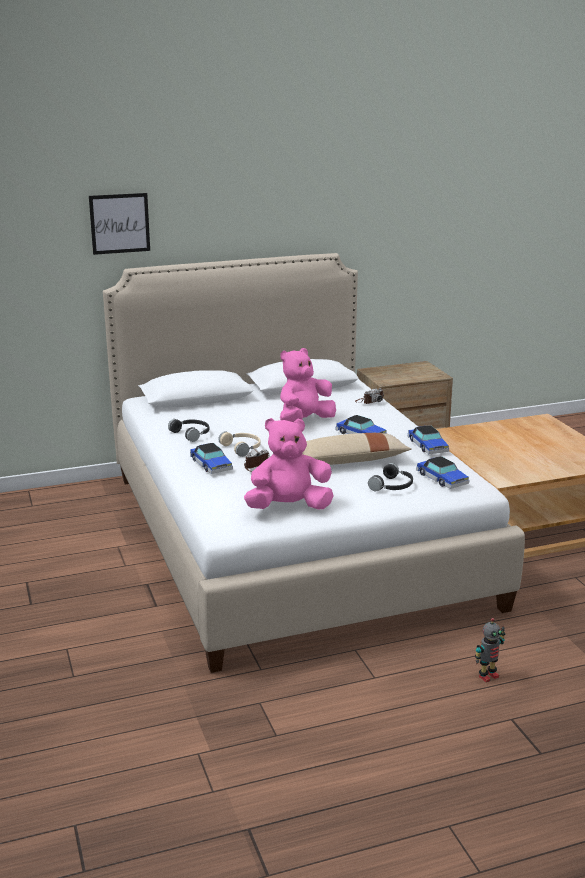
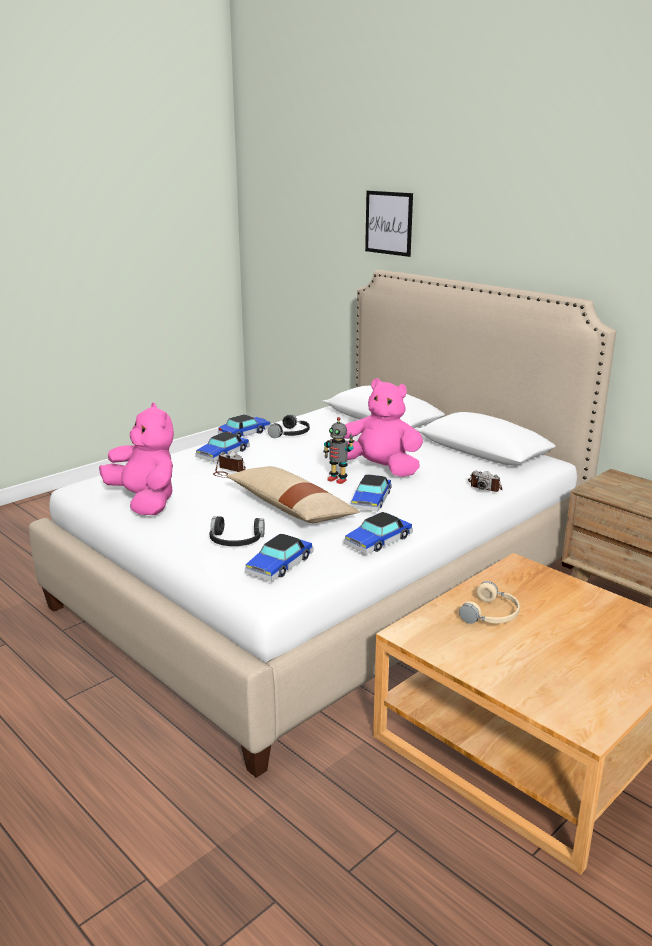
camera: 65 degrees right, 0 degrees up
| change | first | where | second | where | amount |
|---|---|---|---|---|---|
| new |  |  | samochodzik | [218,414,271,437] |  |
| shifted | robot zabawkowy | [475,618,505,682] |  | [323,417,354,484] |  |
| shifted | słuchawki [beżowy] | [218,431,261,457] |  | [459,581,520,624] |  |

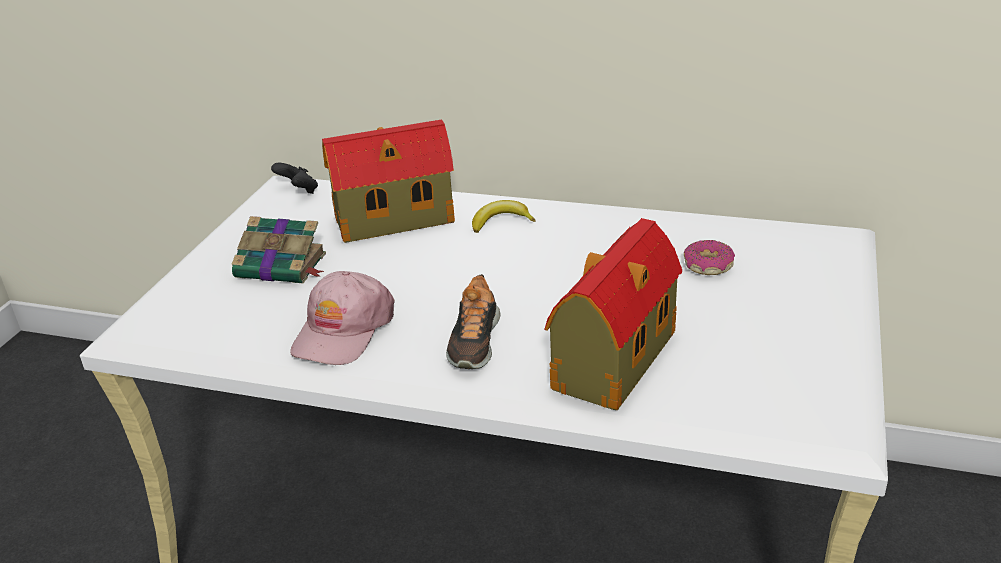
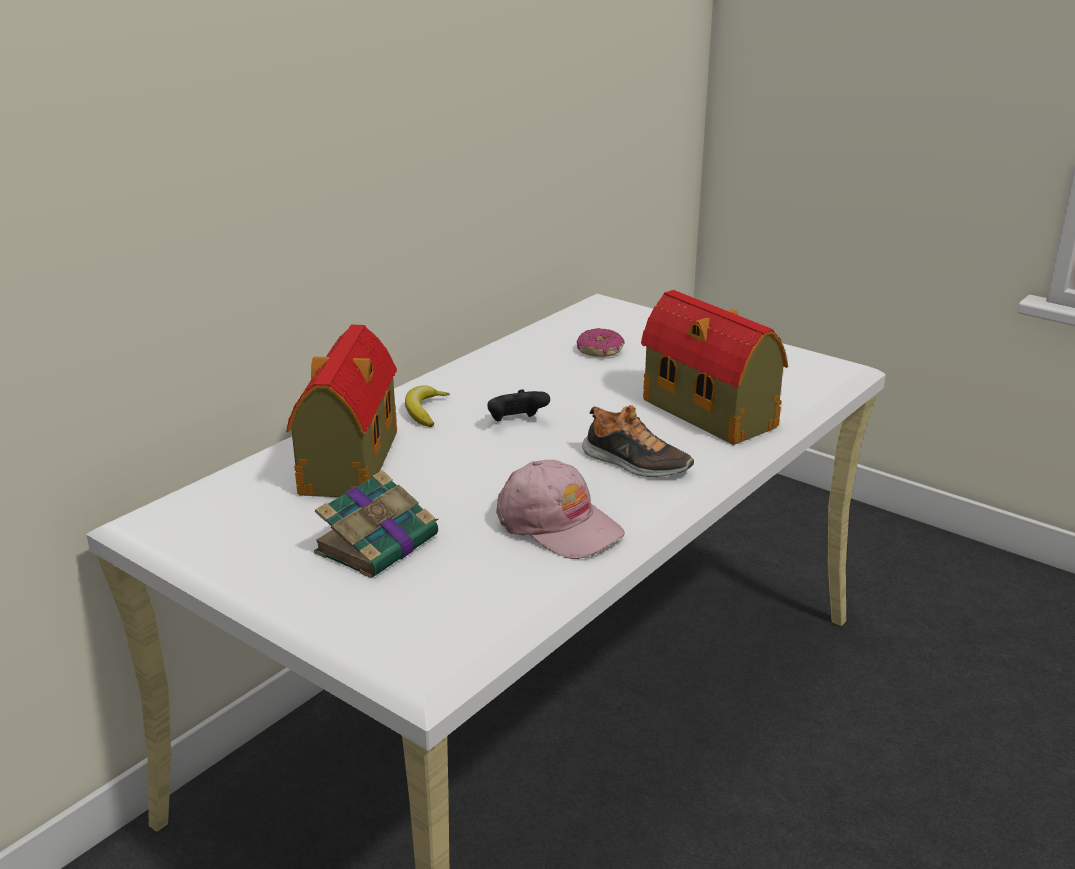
camera: 70 degrees left, 5 degrees down
| change | first | where | second | where | amount |
|---|---|---|---|---|---|
| shifted | pad do gier [czarny] | [271,163,318,194] |  | [487,389,550,421] |  |

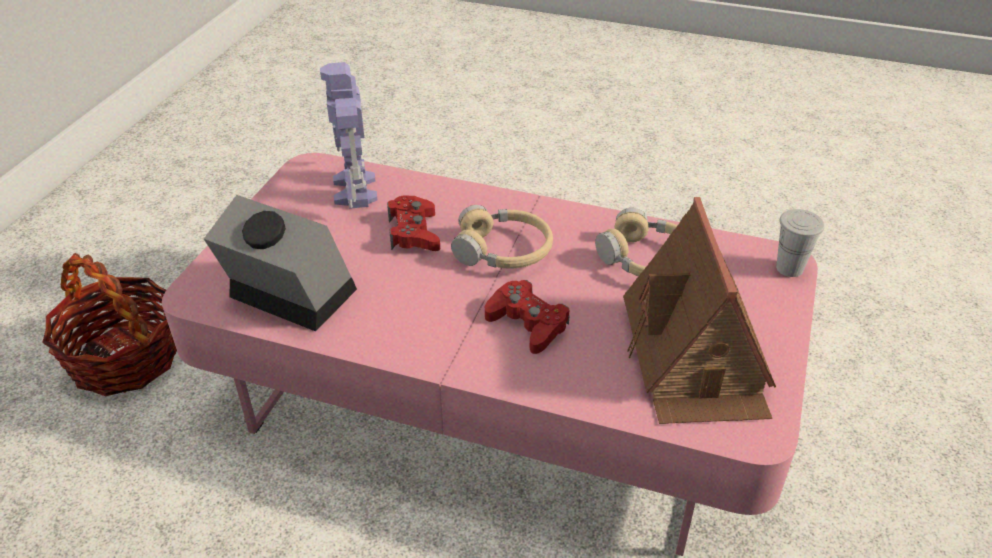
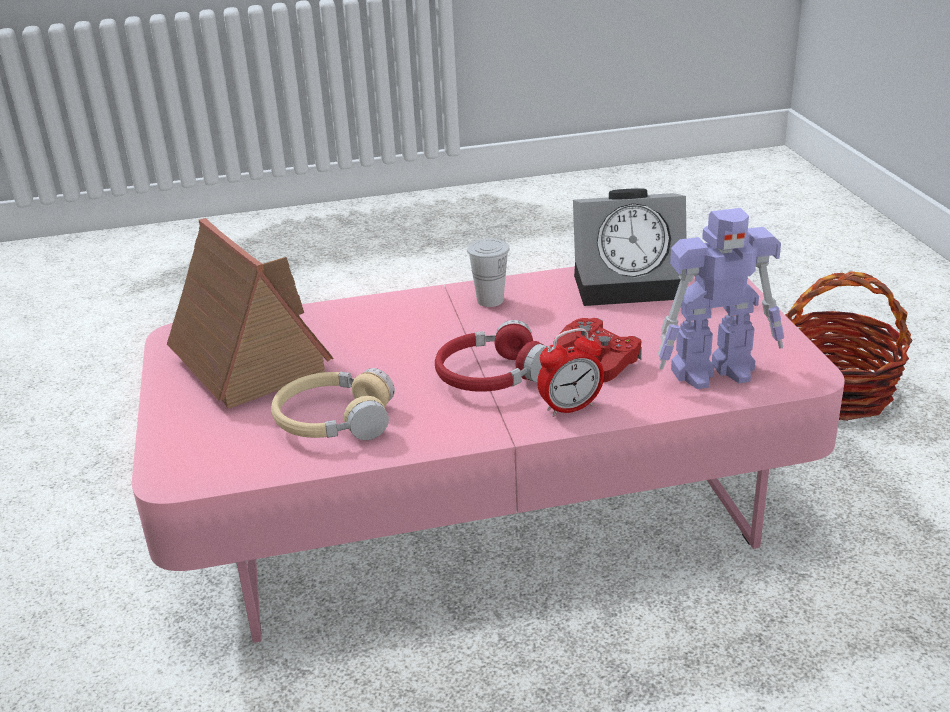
camera: 150 degrees right, 10 degrees down
| change | first | where | second | where | amount |
|---|---|---|---|---|---|
| repainted | słuchawki [beżowy] | [451,205,553,269] | słuchawki [czerwony] | [435,320,547,392] |  |
| shifted | filiżanka [biały] | [776,209,825,277] |  | [467,239,510,307] |  |
| new |  |  | budzik | [537,328,604,417] |  |
| rotated | robot zabawkowy | [320,62,377,209] |  | [658,208,784,389] | 120 degrees clockwise |
| gone | pad do gier [czerwony] | [485,280,570,354] |  |  |  |

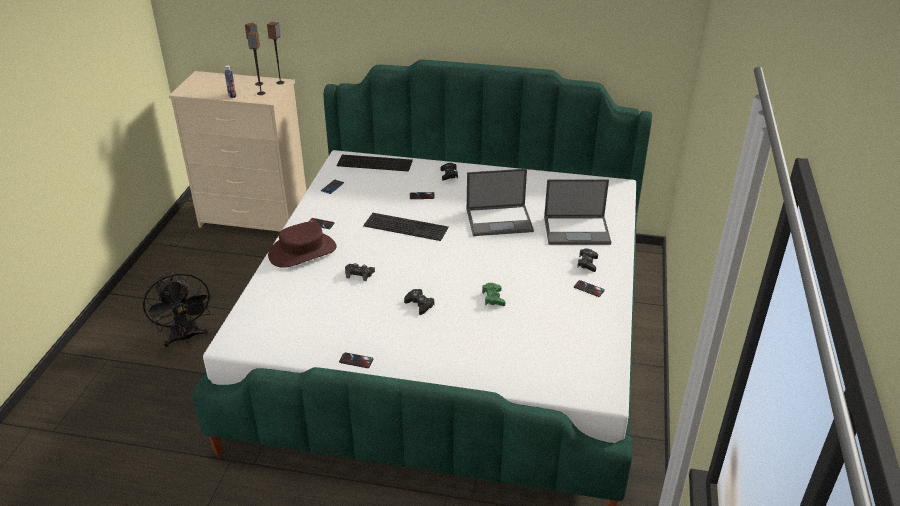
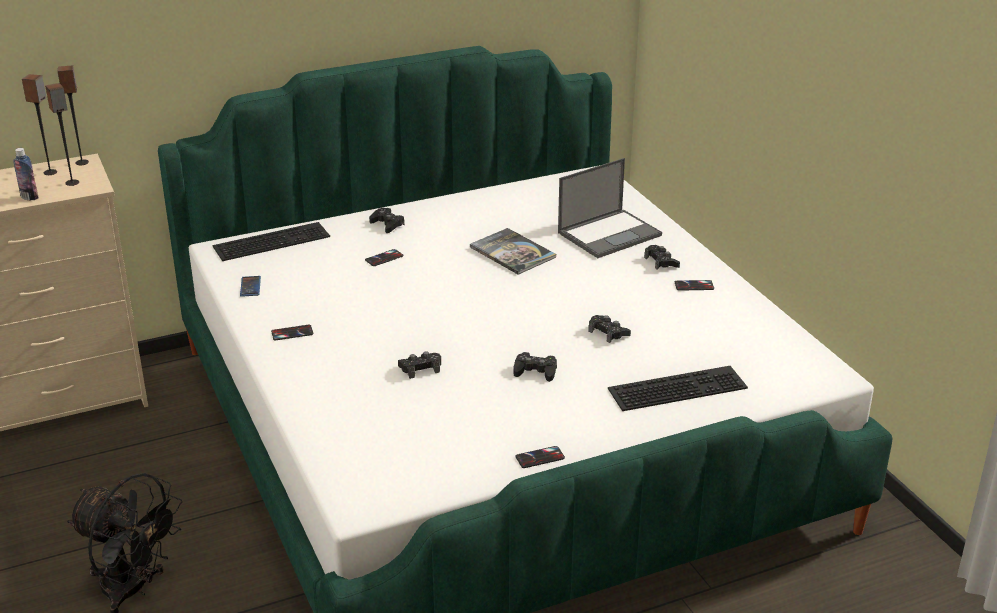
camera: 35 degrees left, 5 degrees down
| change | first | where | second | where | amount |
|---|---|---|---|---|---|
| swapped | laptop | [467,169,534,236] | książka | [470,228,556,275] |  |
| repainted | pad do gier [zielony] | [482,283,505,306] | pad do gier [czarny] | [588,315,631,343] |  |
| shifted | klawiatura | [363,213,449,241] |  | [608,366,748,411] |  |
| gone | kapelusz [brązowy] | [268,222,337,268] |  |  |  |

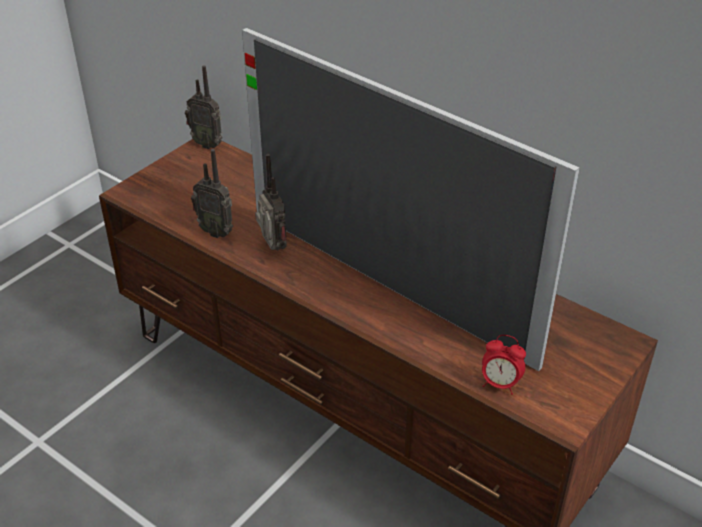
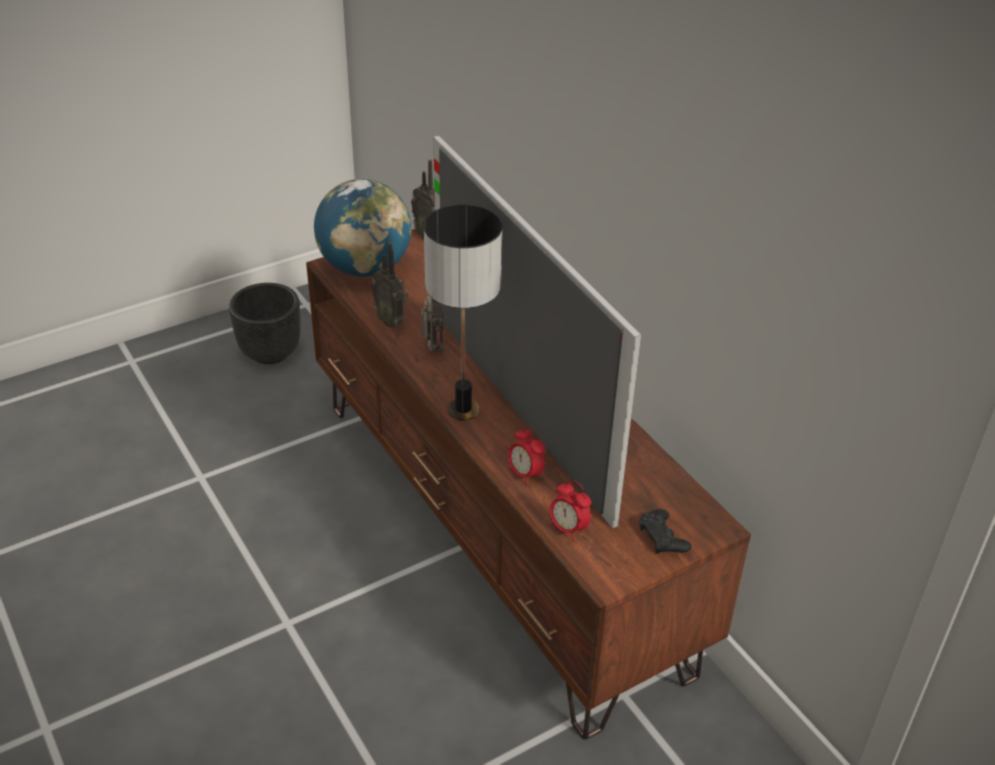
camera: 20 degrees right, 0 degrees up
| change | first | where | second | where | amount |
|---|---|---|---|---|---|
| new |  |  | donica [czarny] | [229,283,301,364] |  |
| new |  |  | globus | [314,179,411,277] |  |
| new |  |  | lampa stołowa | [424,205,502,421] |  |
| new |  |  | budzik | [508,427,545,486] |  |
| new |  |  | pad do gier [czarny] | [639,509,691,554] |  |

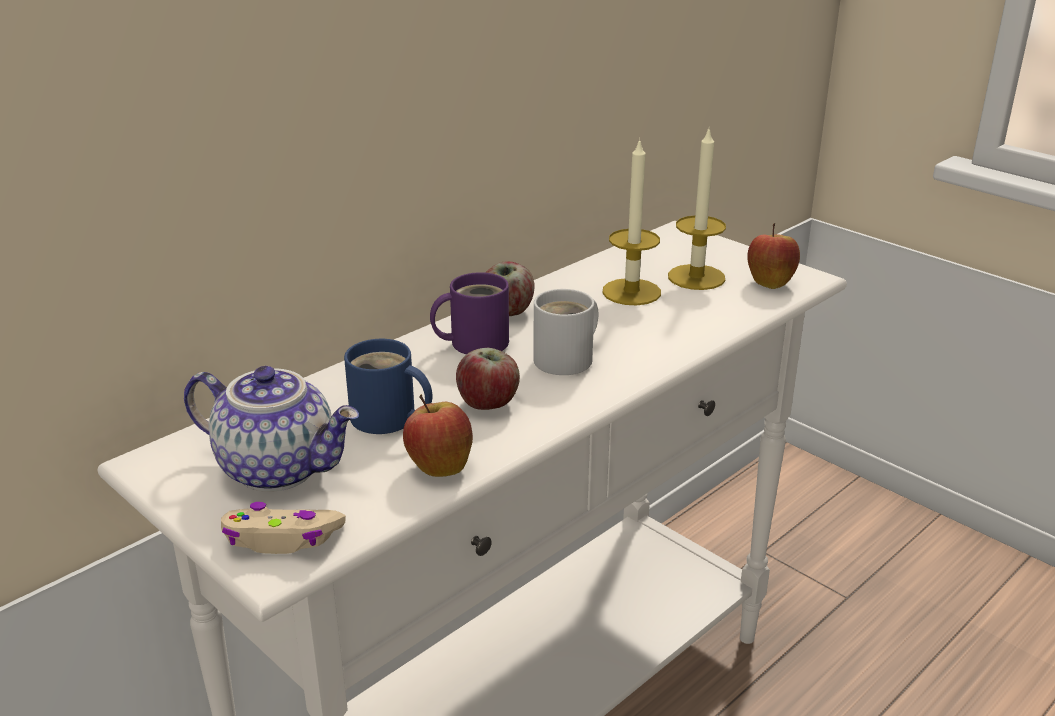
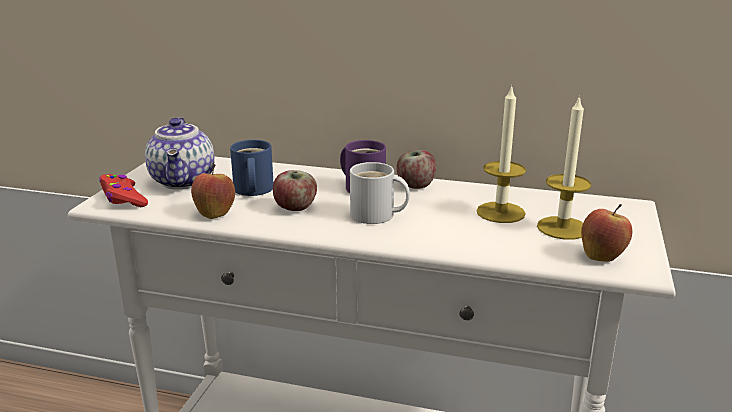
camera: 60 degrees right, 5 degrees down
| change | first | where | second | where | amount |
|---|---|---|---|---|---|
| repainted | pad do gier [beżowy] | [221,502,346,554] | pad do gier [czerwony] | [100,174,148,207] |  |

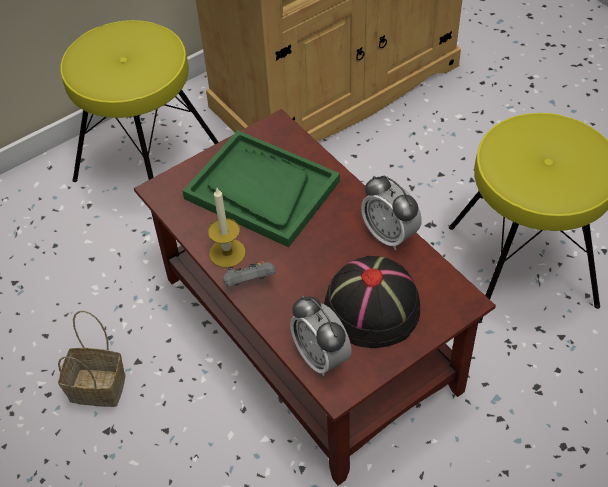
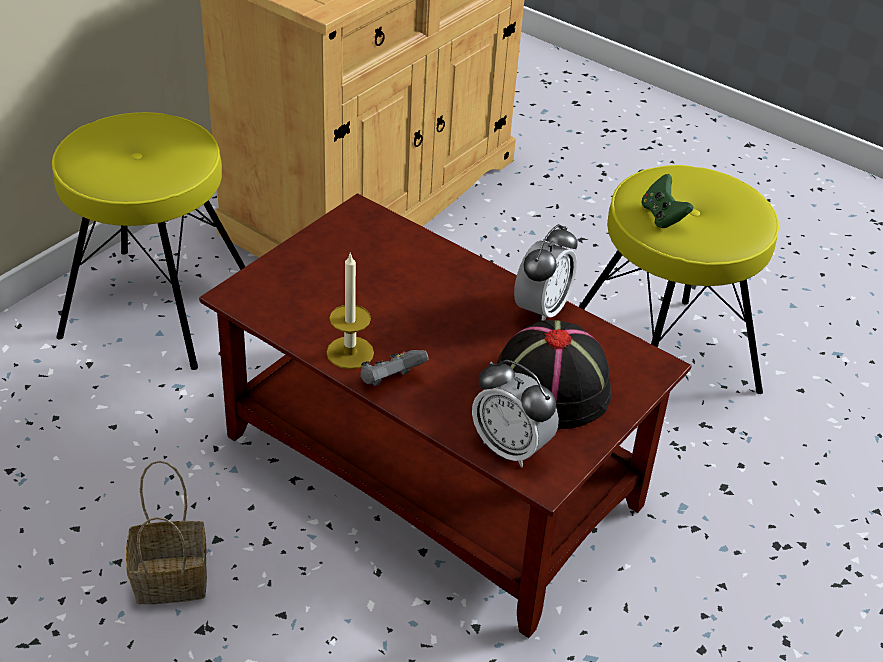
camera: 20 degrees left, 10 degrees down
| change | first | where | second | where | amount |
|---|---|---|---|---|---|
| rotated | budzik | [361,176,422,250] |  | [514,224,578,321] | 90 degrees counterclockwise |
| new |  |  | pad do gier [zielony] | [641,174,693,228] |  |
| gone | taca [zielony] | [182,130,340,247] |  |  |  |

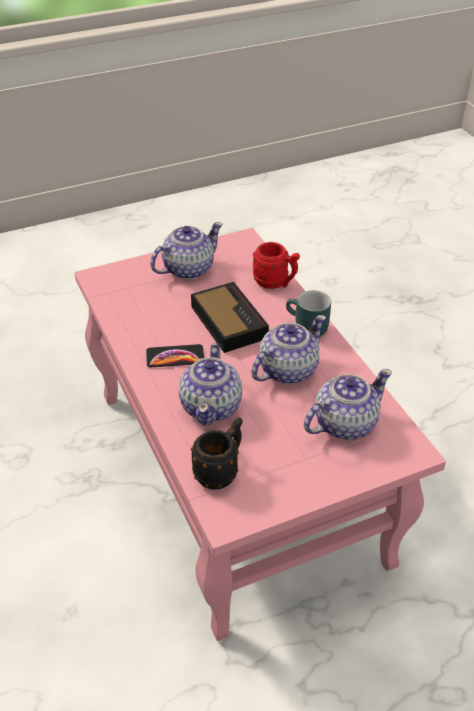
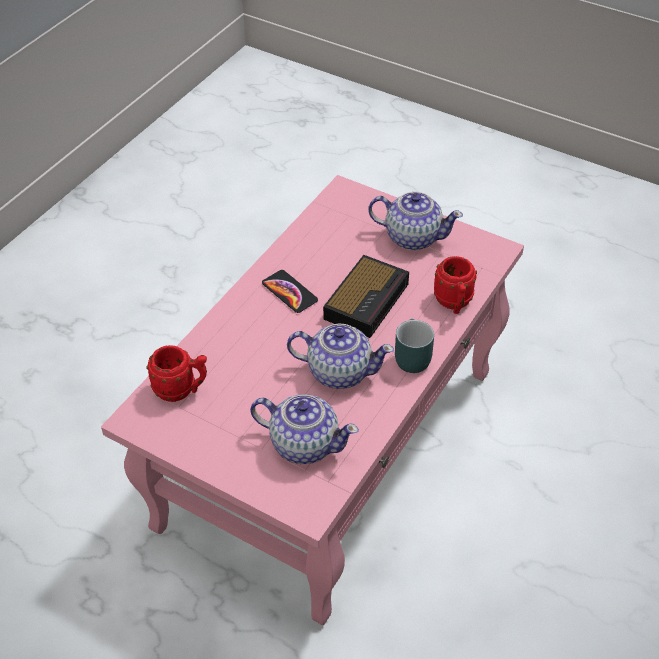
camera: 55 degrees right, 5 degrees up
| change | first | where | second | where | amount |
|---|---|---|---|---|---|
| repainted | kubek [czarny] | [191,417,243,490] | kubek [czerwony] | [147,345,207,402] |  |
| gone | imbryk | [179,343,242,426] |  |  |  |

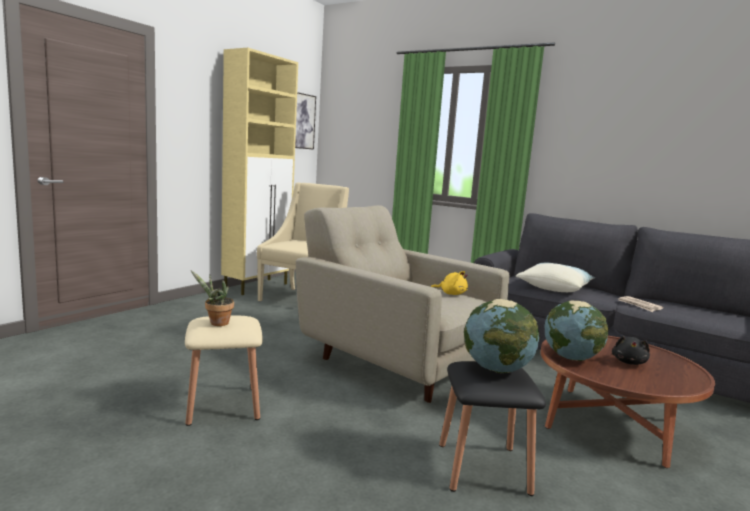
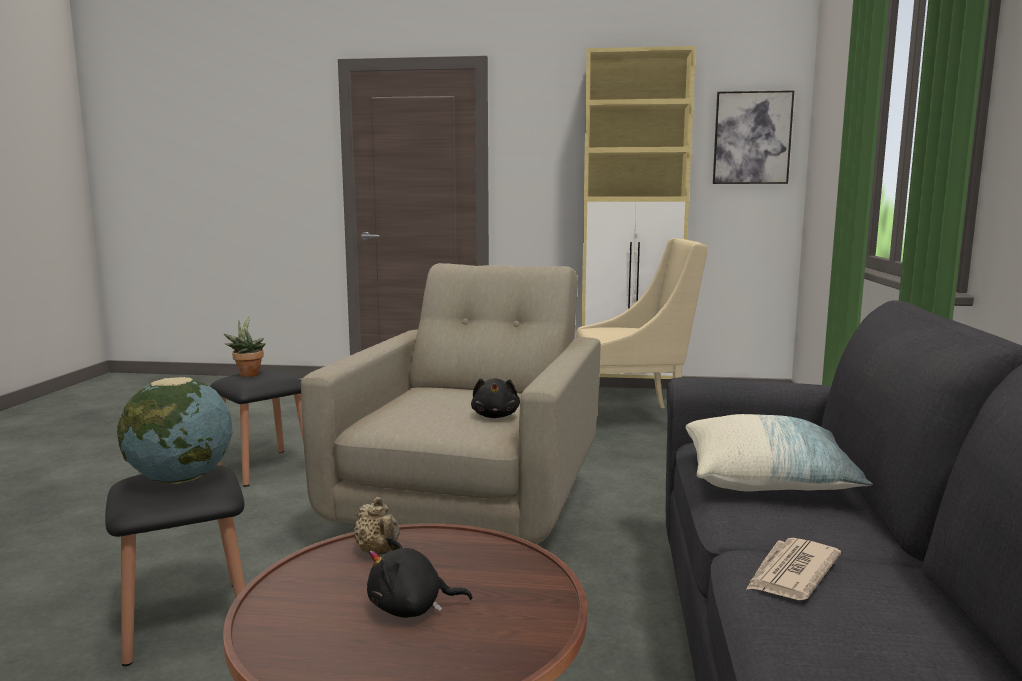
camera: 65 degrees right, 0 degrees up
| change | first | where | second | where | amount |
|---|---|---|---|---|---|
| repainted | stołek [beżowy] | [185,316,263,426] | stołek [czarny] | [210,370,304,487] |  |
| swapped | globus | [545,300,609,361] | imbryk [beżowy] | [354,497,400,555] |  |
| repainted | pluszak [żółty] | [431,271,468,295] | pluszak [czarny] | [471,378,520,418] |  |

